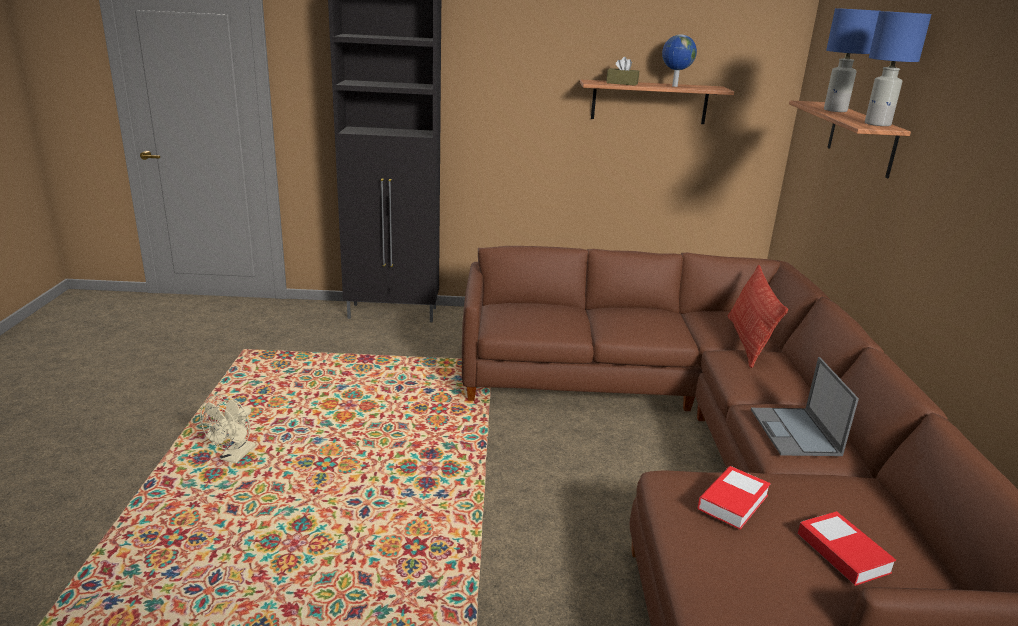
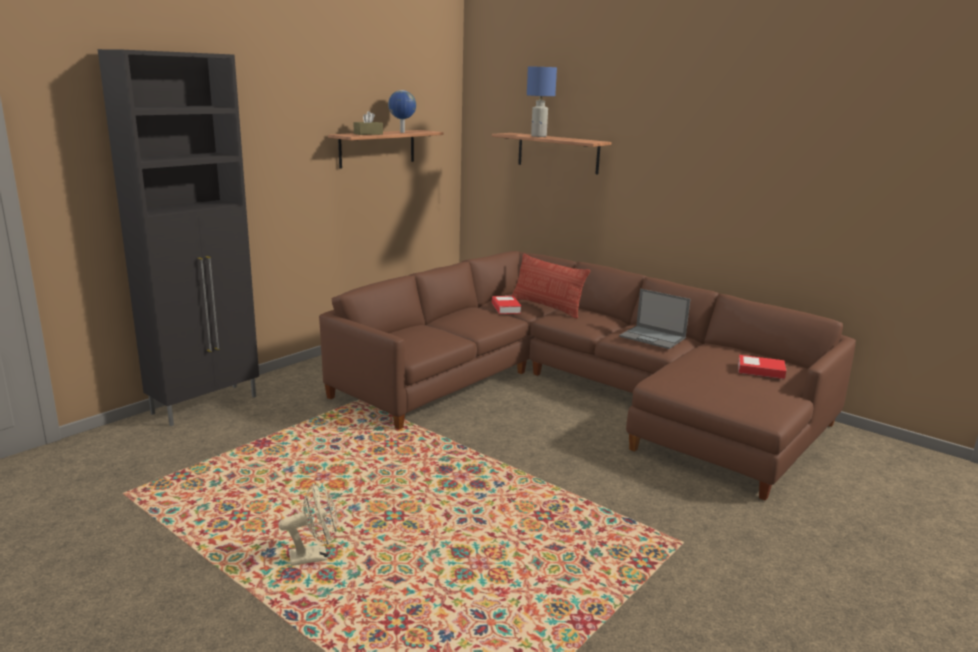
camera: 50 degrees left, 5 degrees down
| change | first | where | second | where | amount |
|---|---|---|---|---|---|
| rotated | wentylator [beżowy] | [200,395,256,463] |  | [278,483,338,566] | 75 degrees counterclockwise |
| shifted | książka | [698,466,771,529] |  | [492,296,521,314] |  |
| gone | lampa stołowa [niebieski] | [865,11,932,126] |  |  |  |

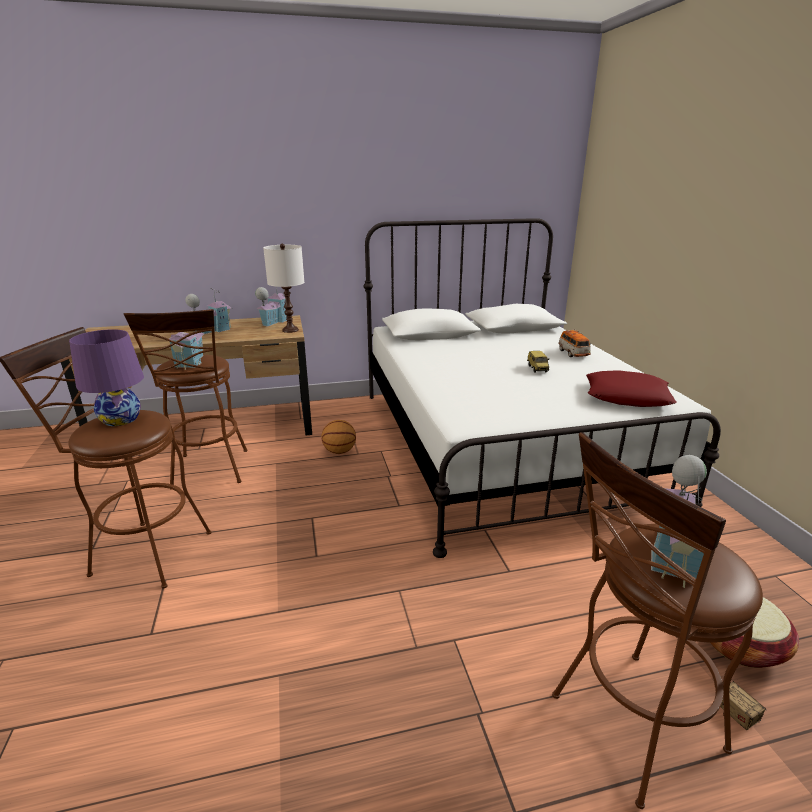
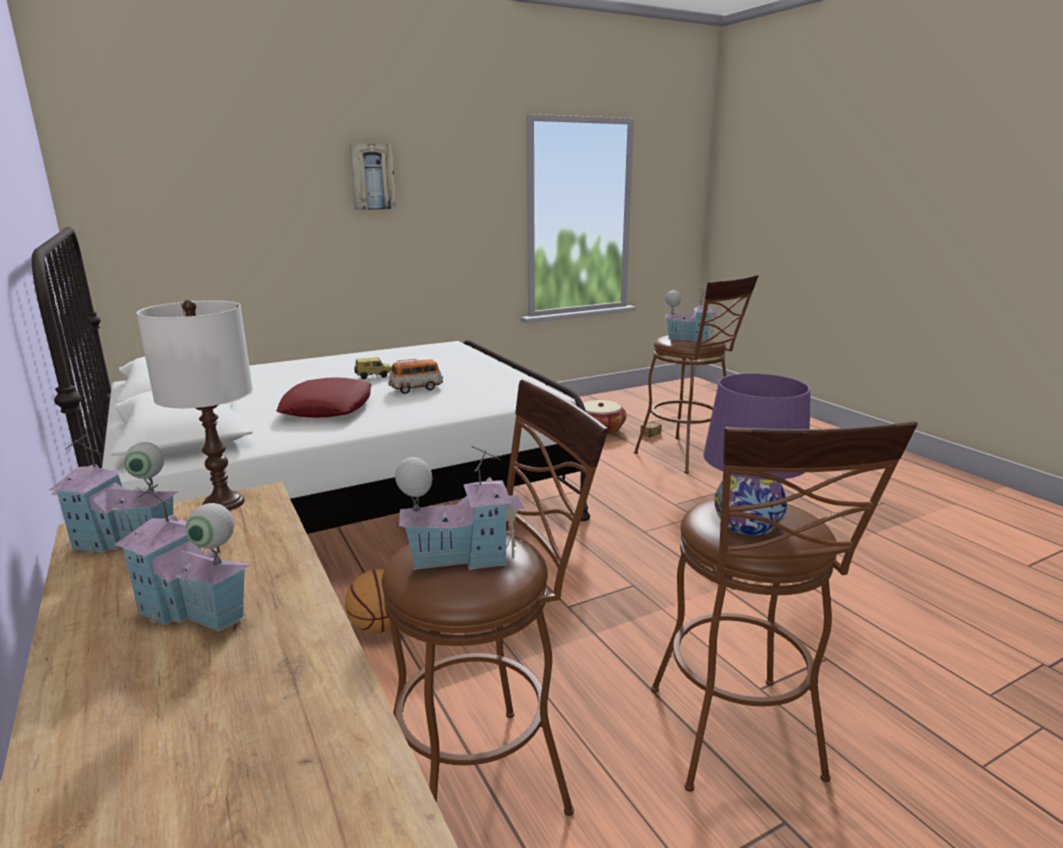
camera: 105 degrees left, 5 degrees down
| change | first | where | second | where | amount |
|---|---|---|---|---|---|
| shifted | poduszka [czerwony] | [586,370,677,407] |  | [276,377,371,418] |  |
| new |  |  | obraz | [349,143,396,210] |  |
| shifted | samochodzik | [559,329,591,357] |  | [388,359,443,394] |  |

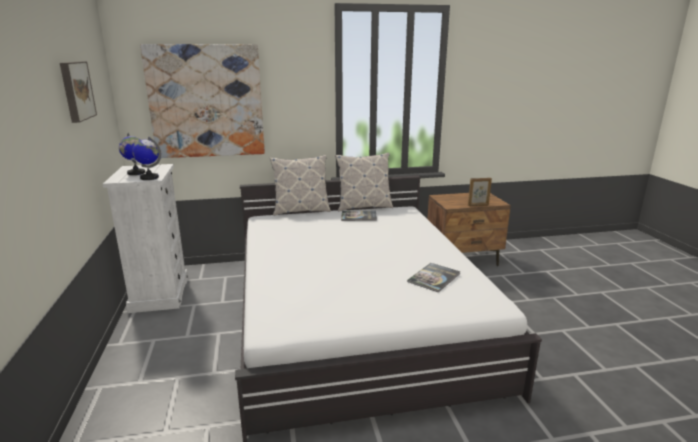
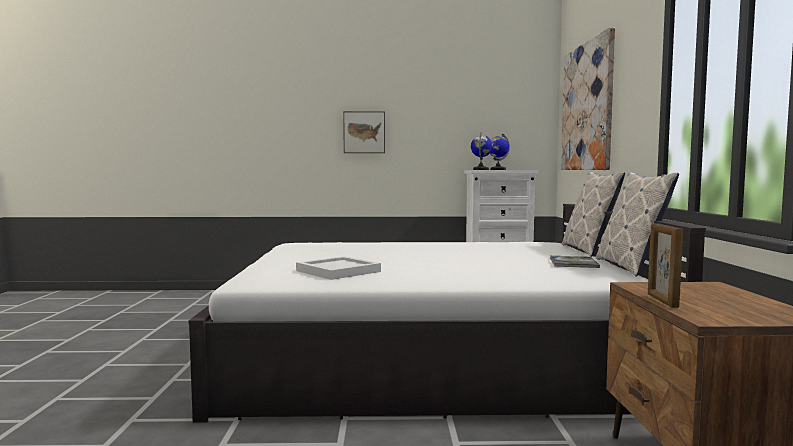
camera: 100 degrees right, 15 degrees down
| change | first | where | second | where | amount |
|---|---|---|---|---|---|
| swapped | książka | [407,263,460,292] | taca [biały] | [296,256,381,280] |  |
| shifted | obraz | [60,61,97,123] |  | [343,111,385,153] |  |

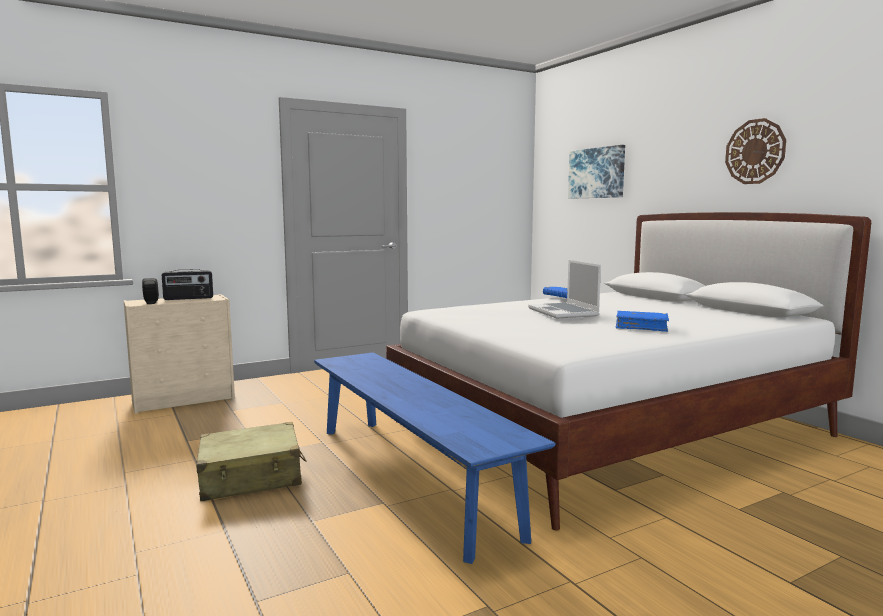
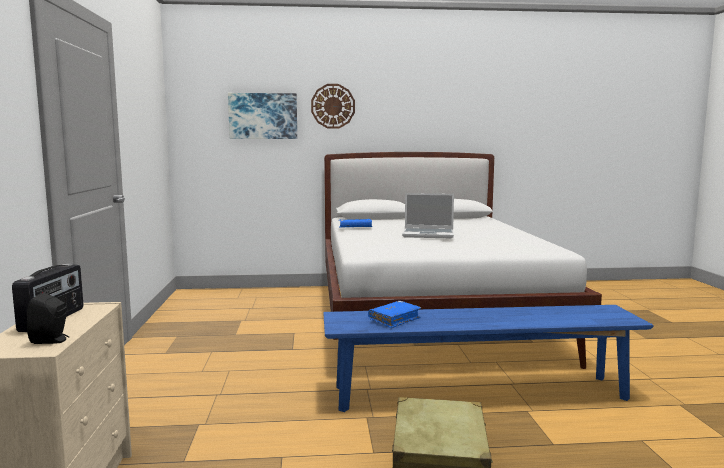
camera: 65 degrees left, 0 degrees up
| change | first | where | second | where | amount |
|---|---|---|---|---|---|
| shifted | zegar ścienny | [725,118,786,184] |  | [311,84,355,129] |  |
| shifted | książka [niebieski] | [616,311,669,332] |  | [368,301,421,328] |  |

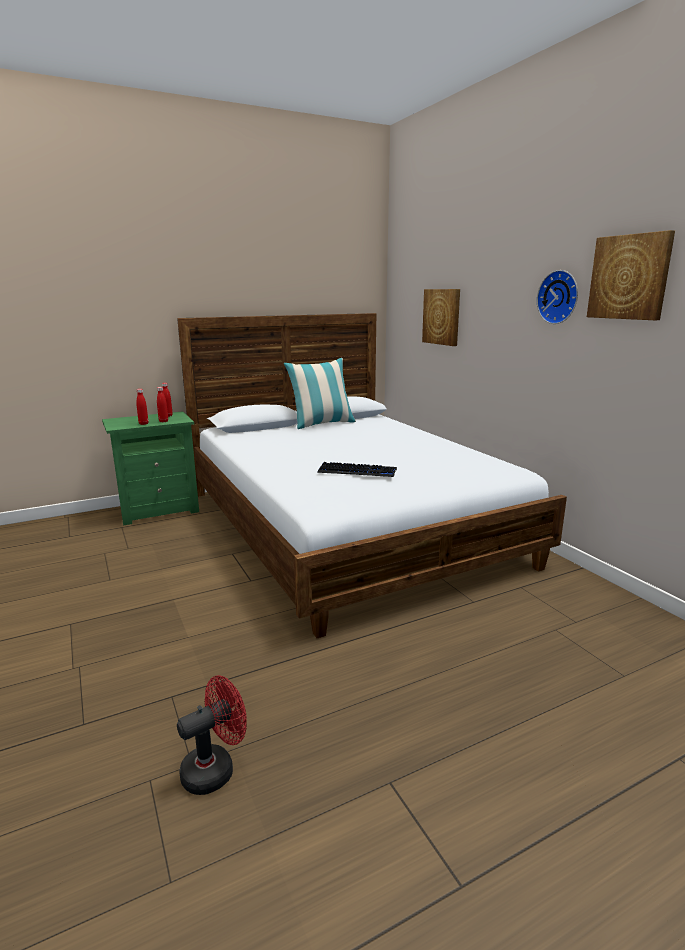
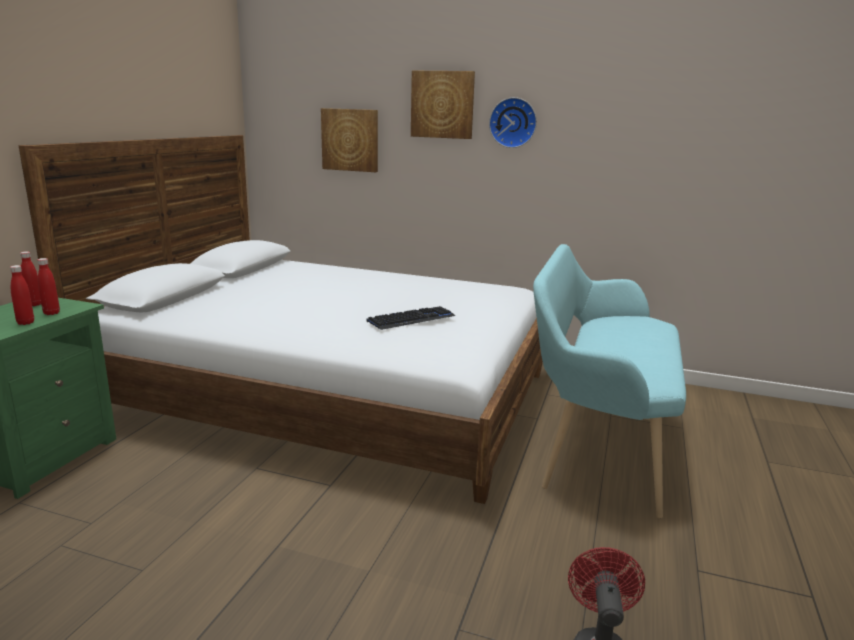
camera: 45 degrees left, 0 degrees up
| change | first | where | second | where | amount |
|---|---|---|---|---|---|
| shifted | obraz | [587,230,675,320] |  | [411,71,475,139] |  |
| new |  |  | ławka [turkusowy] | [533,244,686,519] |  |
| gone | poduszka | [284,358,356,429] |  |  |  |

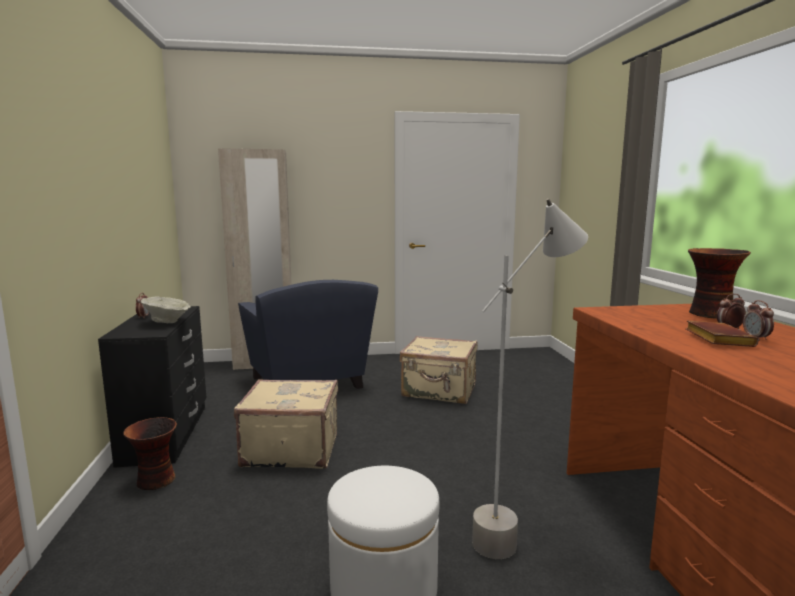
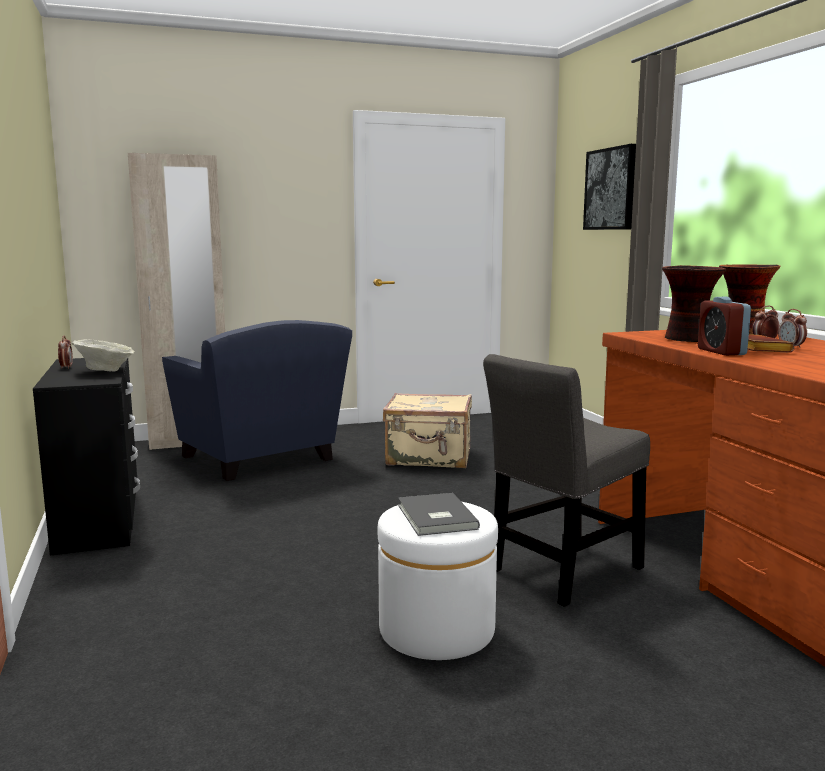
camera: 10 degrees left, 0 degrees up
| change | first | where | second | where | amount |
|---|---|---|---|---|---|
| new |  |  | książka [szary] | [398,493,480,536] |  |
| swapped | lampa stojąca [szary] | [472,199,588,559] | krzesło [szary] | [483,354,650,607] |  |
| new |  |  | obraz | [583,144,636,230] |  |
| shifted | wazon | [123,417,177,490] |  | [662,265,726,342] |  |
| new |  |  | budzik | [698,297,751,356] |  |
| gone | walizka [beżowy] | [234,379,338,469] |  |  |  |

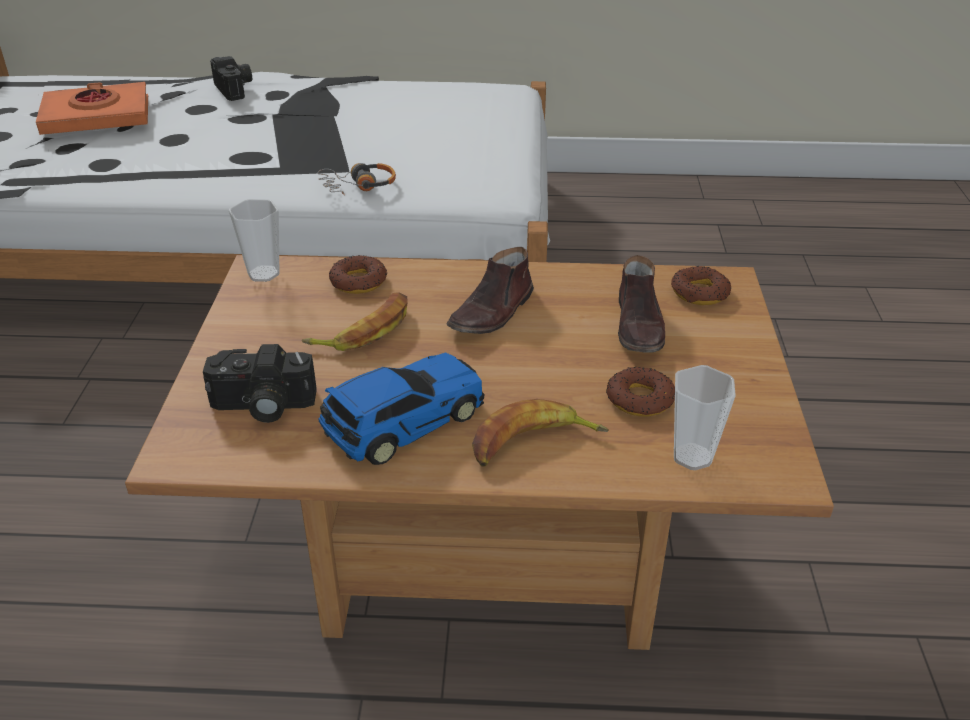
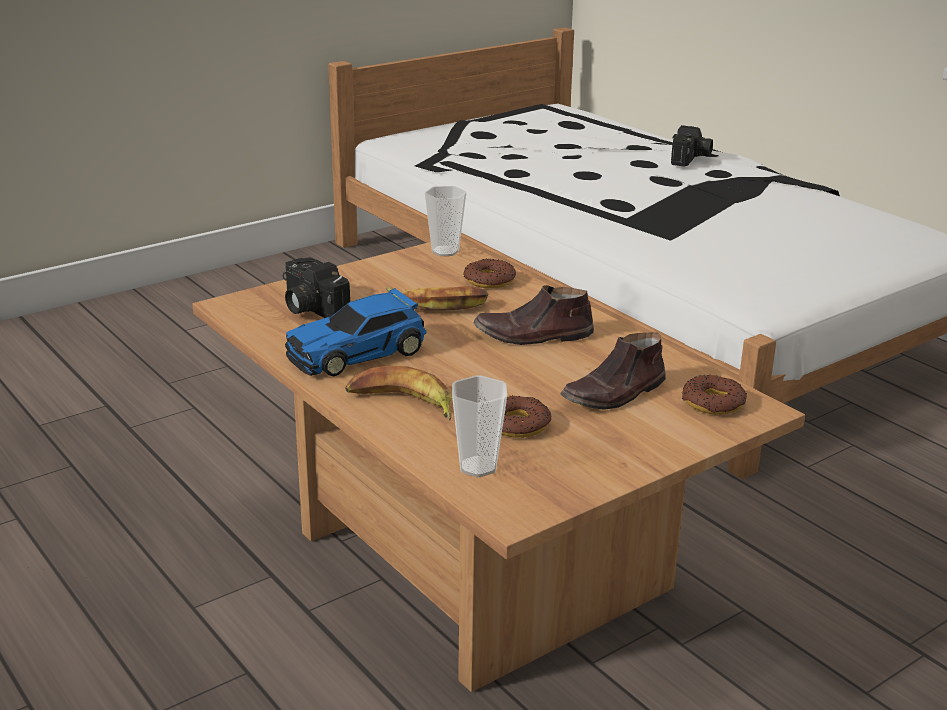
camera: 50 degrees right, 10 degrees down
| change | first | where | second | where | amount |
|---|---|---|---|---|---|
| rotated | samochodzik | [319,353,484,465] |  | [285,288,427,376] | 135 degrees clockwise |
| gone | książka [pomarańczowy] | [36,82,148,135] |  |  |  |
| gone | słuchawki | [318,163,396,196] |  |  |  |

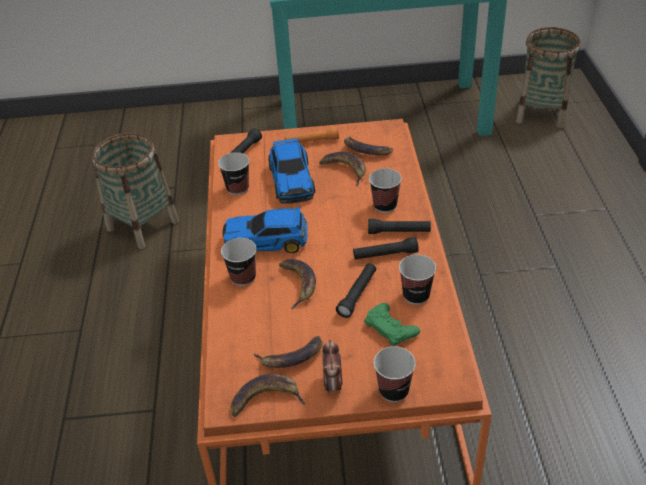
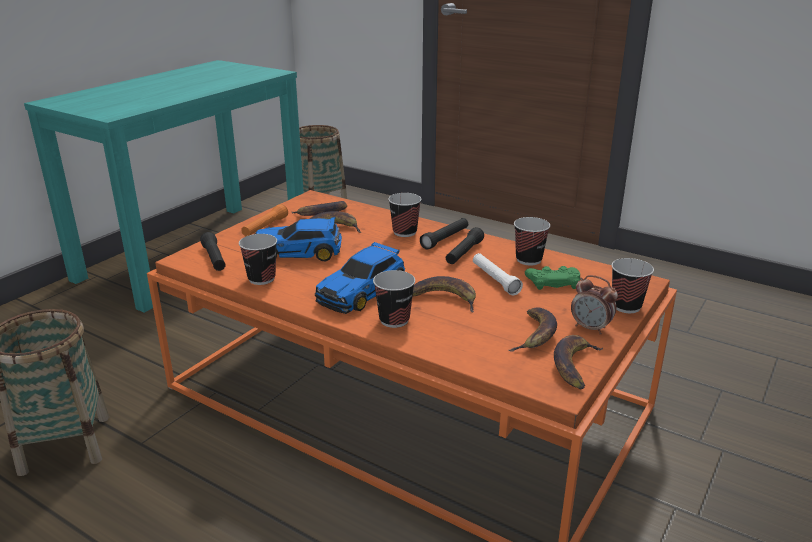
camera: 55 degrees left, 15 degrees down
| change | first | where | second | where | amount |
|---|---|---|---|---|---|
| rotated | samochodzik | [268,138,315,204] |  | [255,217,342,262] | 150 degrees clockwise |
| repainted | latarka [czarny] | [336,263,376,318] | latarka [biały] | [473,253,523,296] |  |

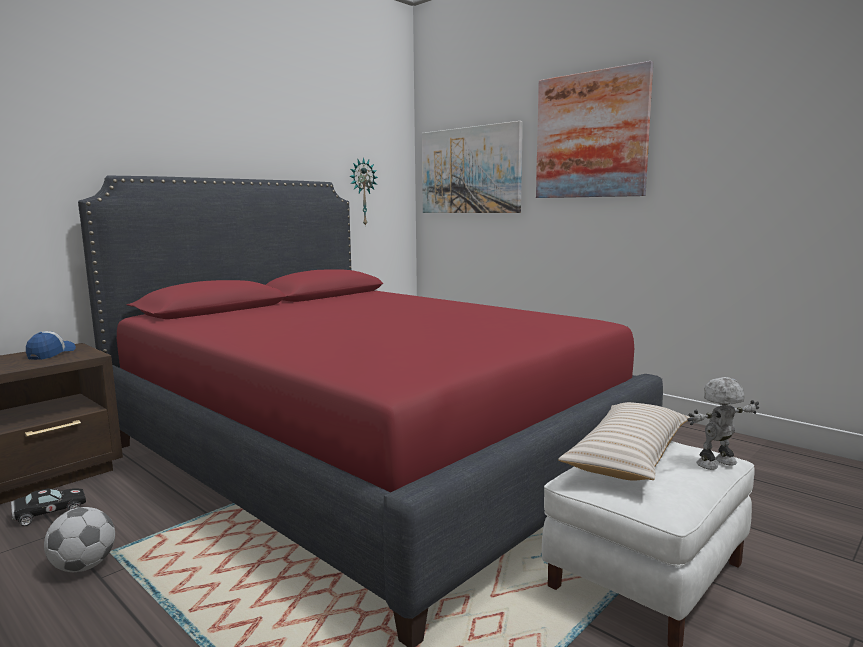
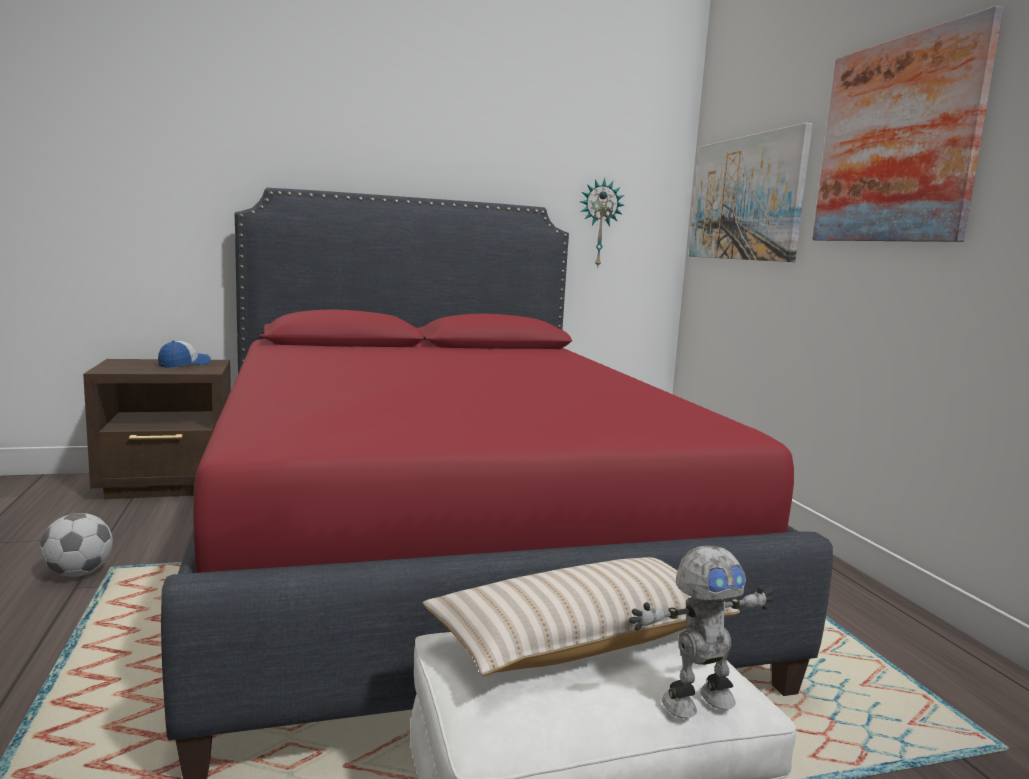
camera: 30 degrees right, 0 degrees up
| change | first | where | second | where | amount |
|---|---|---|---|---|---|
| rotated | robot zabawkowy | [687,377,759,470] |  | [629,546,774,718] | 150 degrees clockwise |
| gone | samochodzik [czarny] | [11,488,86,526] |  |  |  |

